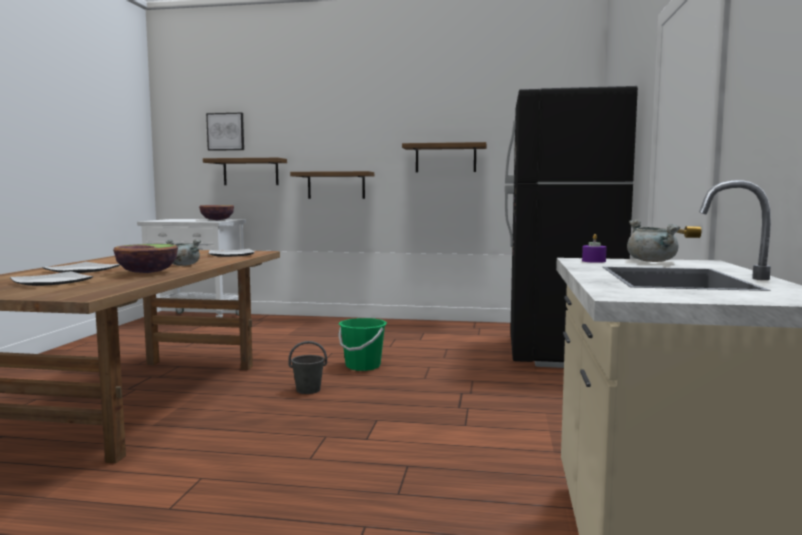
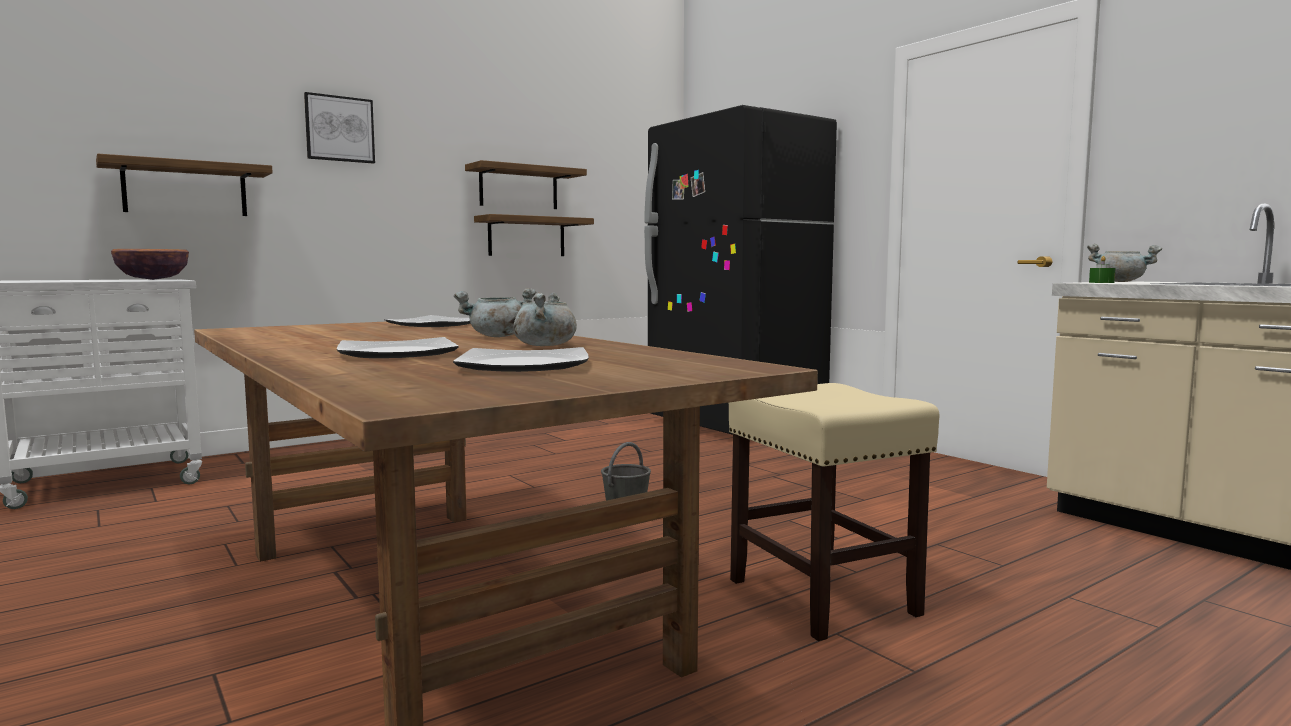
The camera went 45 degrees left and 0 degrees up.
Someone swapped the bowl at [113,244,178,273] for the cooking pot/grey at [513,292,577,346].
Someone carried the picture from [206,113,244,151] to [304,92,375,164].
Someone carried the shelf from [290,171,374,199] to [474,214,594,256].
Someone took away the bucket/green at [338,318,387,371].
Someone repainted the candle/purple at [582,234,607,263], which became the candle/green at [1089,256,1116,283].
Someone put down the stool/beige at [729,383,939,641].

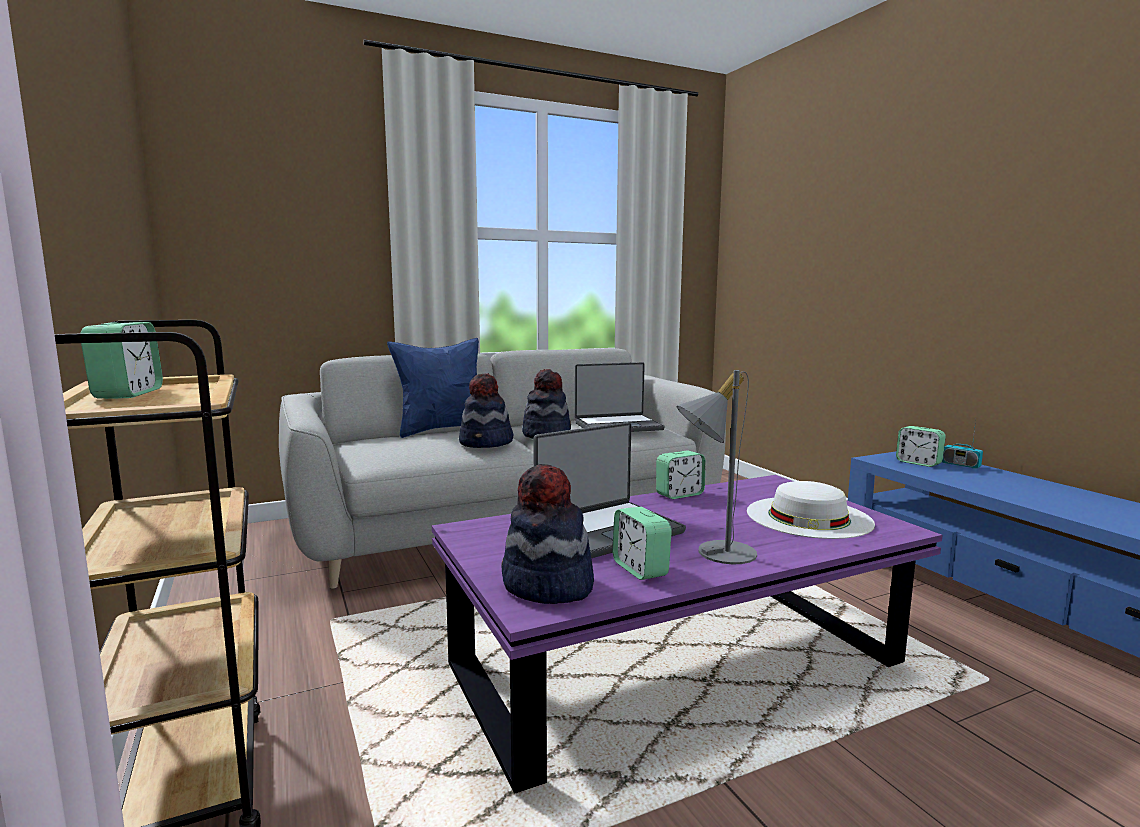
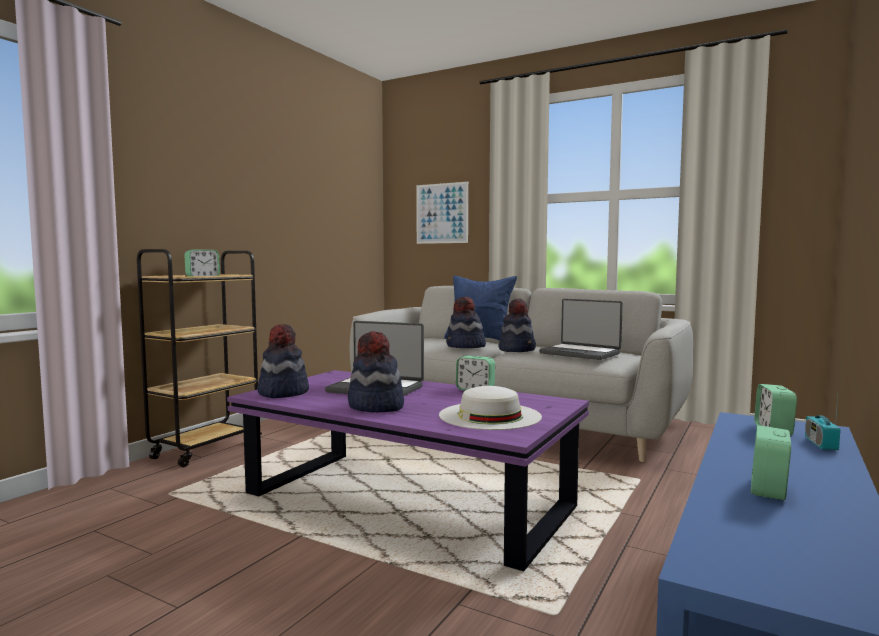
The camera went 55 degrees right and 5 degrees down.
Someone carried the alarm clock from [612,507,672,580] to [751,425,791,500].
Someone swapped the table lamp/grey at [677,370,757,564] for the hat at [348,331,404,412].
Someone put up the picture at [416,182,468,244].

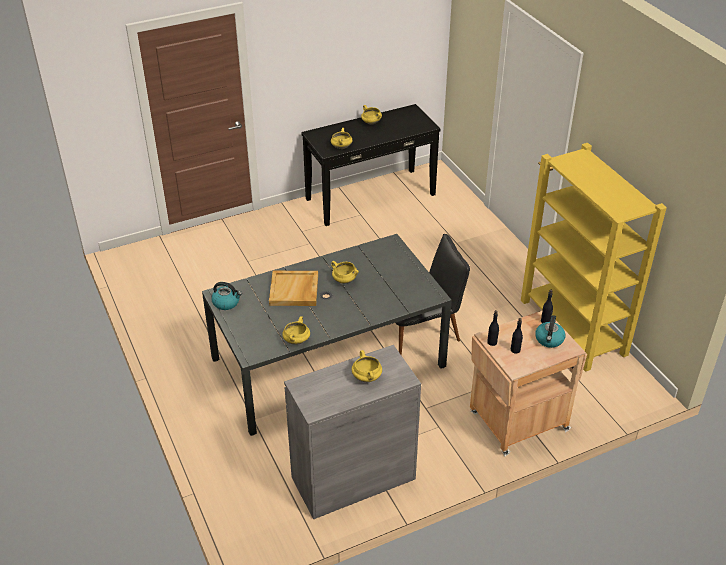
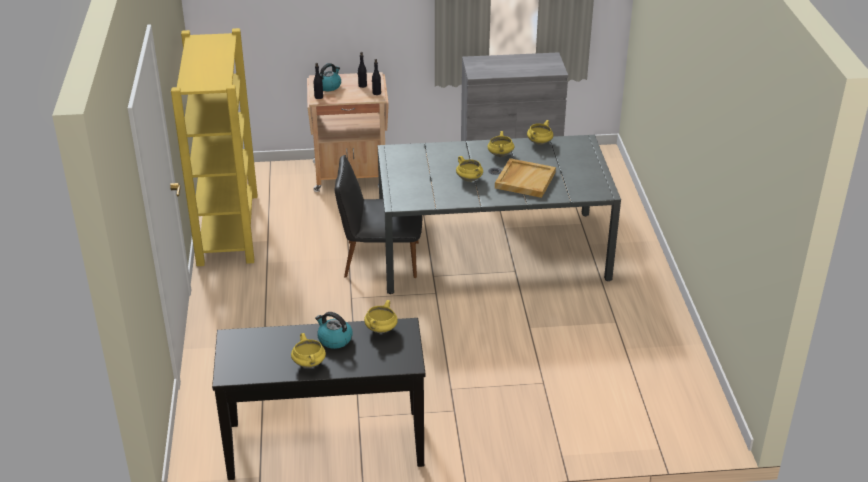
The camera went 160 degrees left and 5 degrees down.
Someone carried the kettle from [211,282,242,310] to [315,312,353,349].
Someone carried the cooking pot/yellow from [352,350,382,382] to [488,131,514,157].

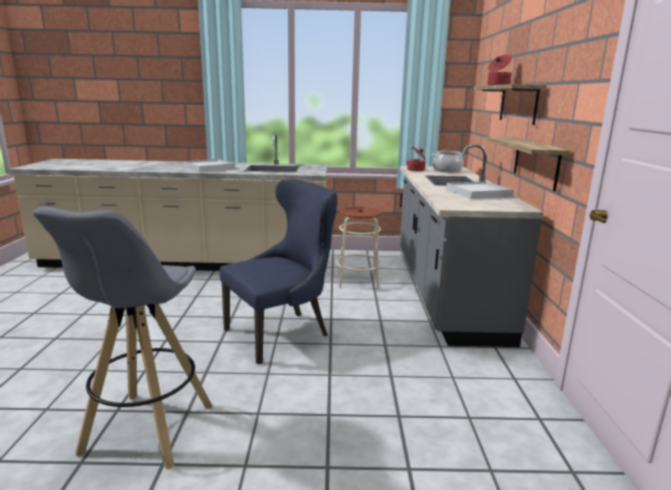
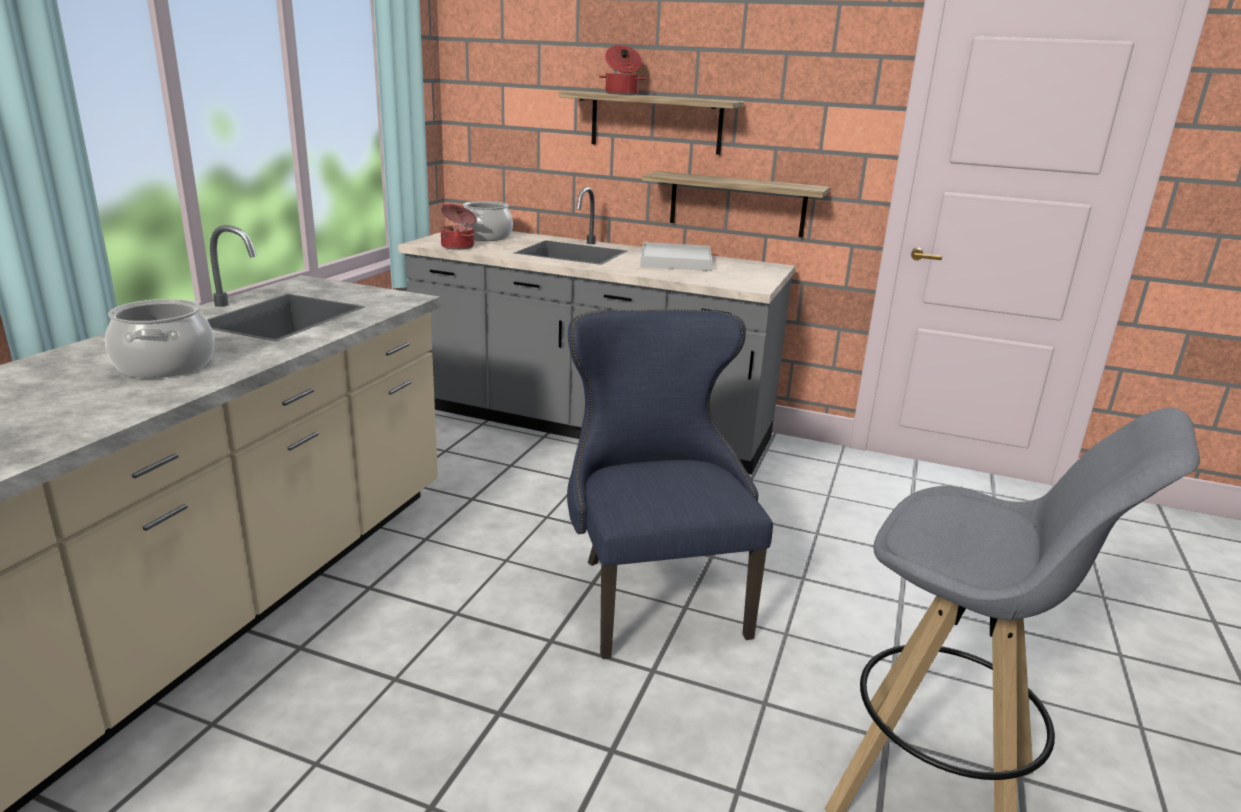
The camera went 70 degrees left and 5 degrees up.
Someone swapped the tray/white at [183,159,235,172] for the cooking pot at [105,299,214,378].
Someone took away the stool/beige at [335,207,382,289].

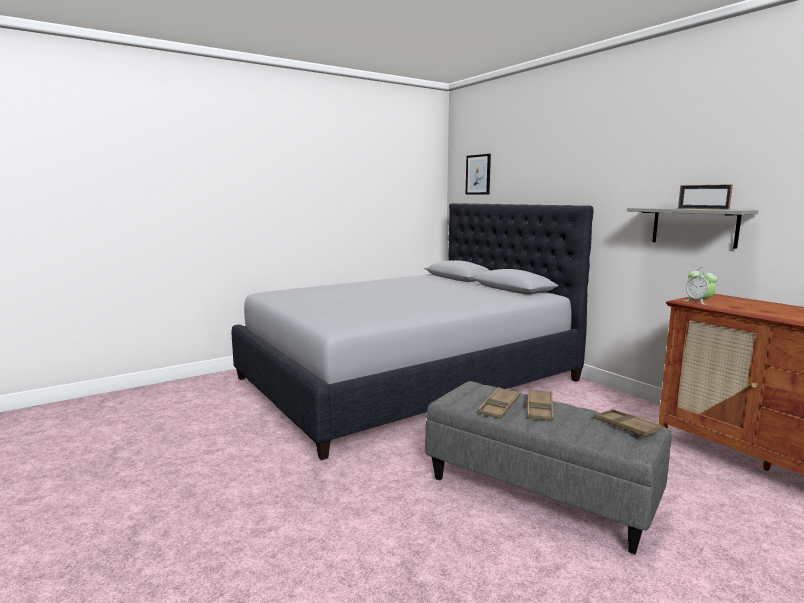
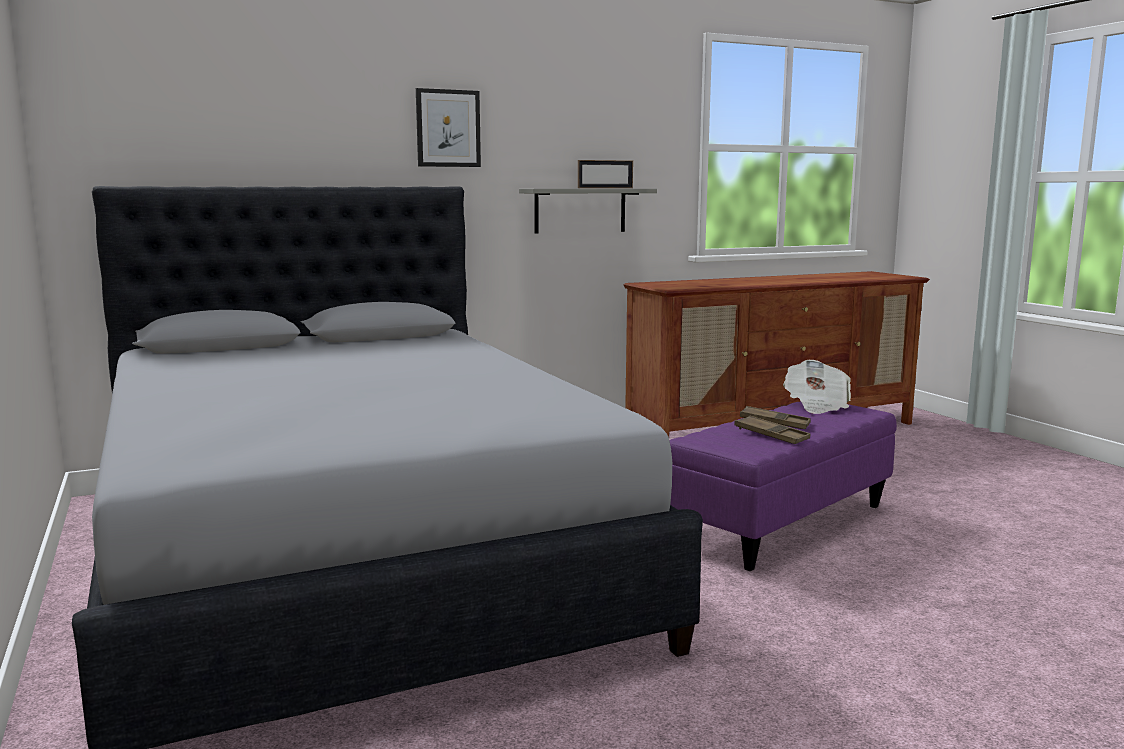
The camera went 80 degrees left and 0 degrees up.
Someone repainted the ottoman/grey at [425,381,672,554], which became the ottoman/purple at [669,401,897,571].
Someone carried the picture from [466,154,491,195] to [416,88,481,167].
Someone swapped the tray/brown at [595,409,663,437] for the newspaper at [783,360,851,414].
Someone took away the alarm clock at [684,267,717,305].

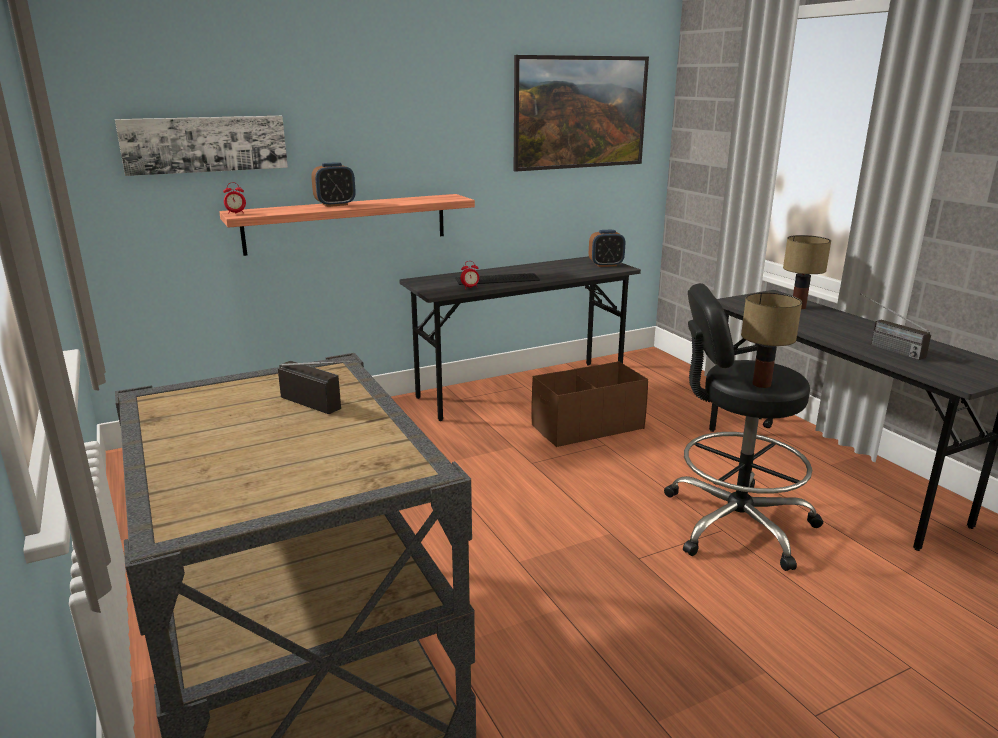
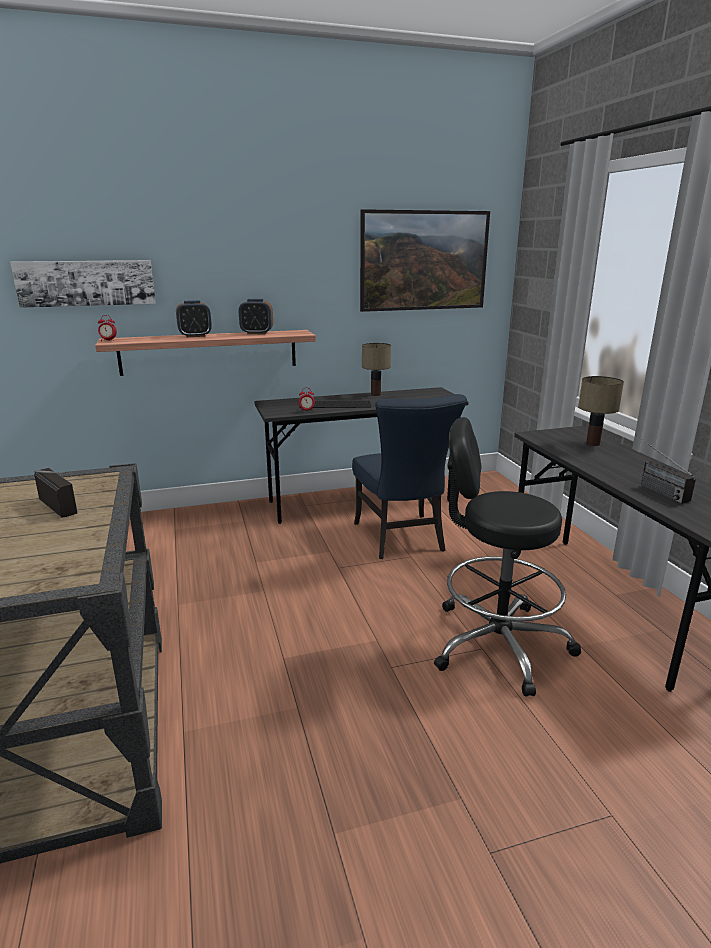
The camera went 10 degrees right and 0 degrees up.
Someone swapped the storage box/brown at [531,361,648,447] for the chair/blue at [352,394,467,559].
Someone carried the alarm clock from [589,230,625,267] to [239,299,273,334].
Someone carried the table lamp from [741,292,802,388] to [362,343,391,396].

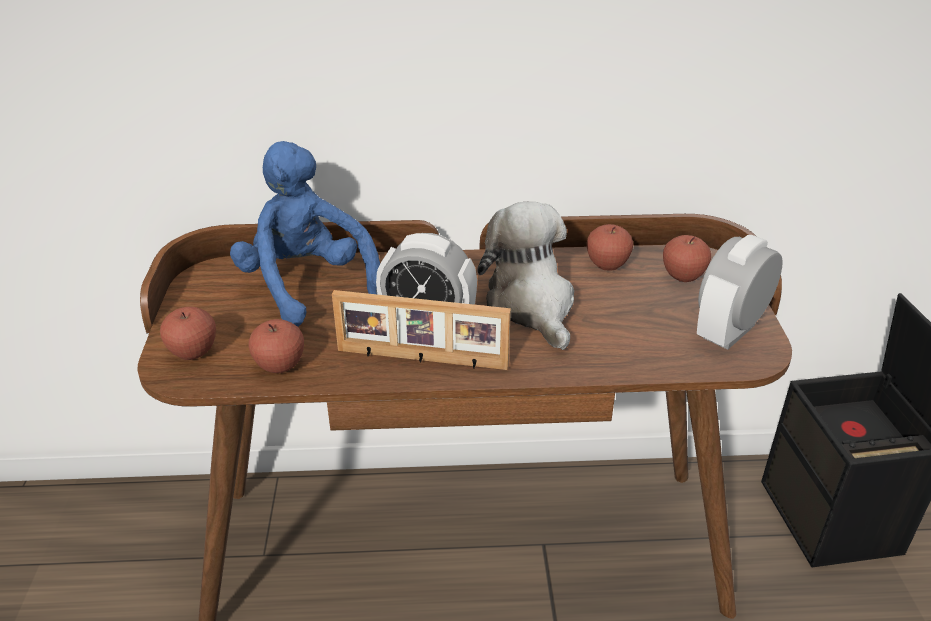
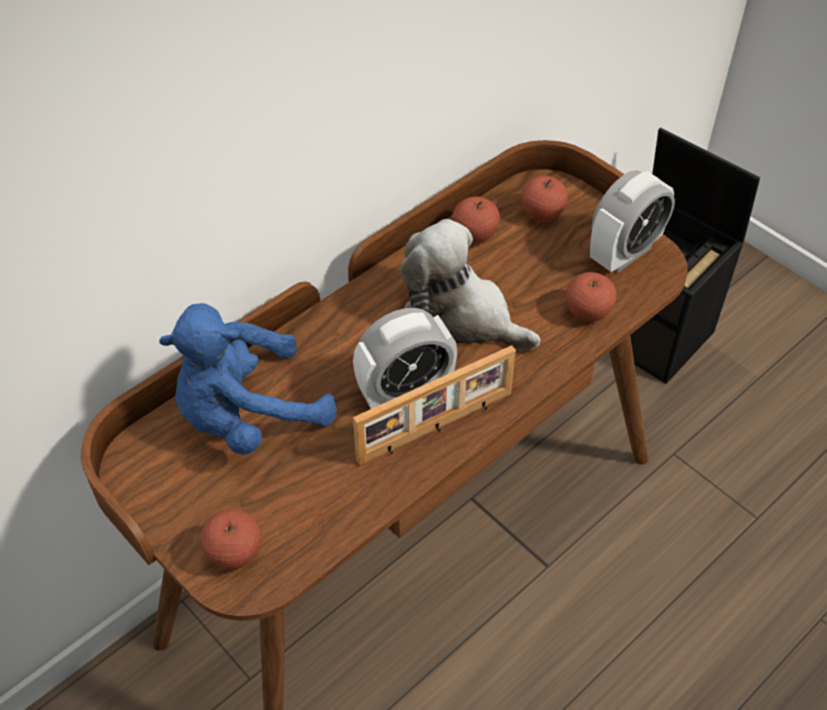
The camera went 40 degrees left and 15 degrees up.
Someone rotated the plush toy/blue at [230,141,380,327] by 45 degrees counterclockwise.
Someone carried the apple from [249,319,304,373] to [566,272,617,322].
Someone rotated the alarm clock at [697,235,783,350] by 135 degrees counterclockwise.

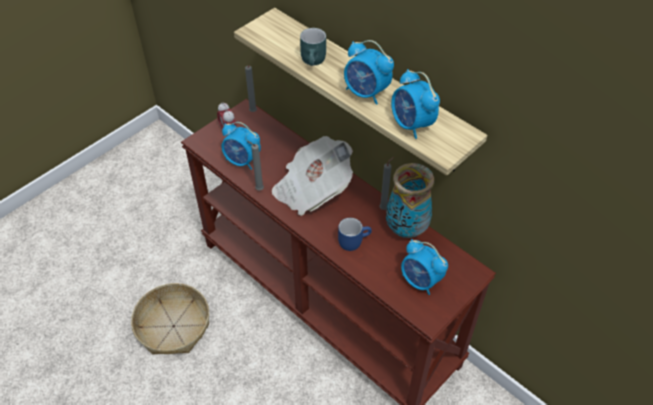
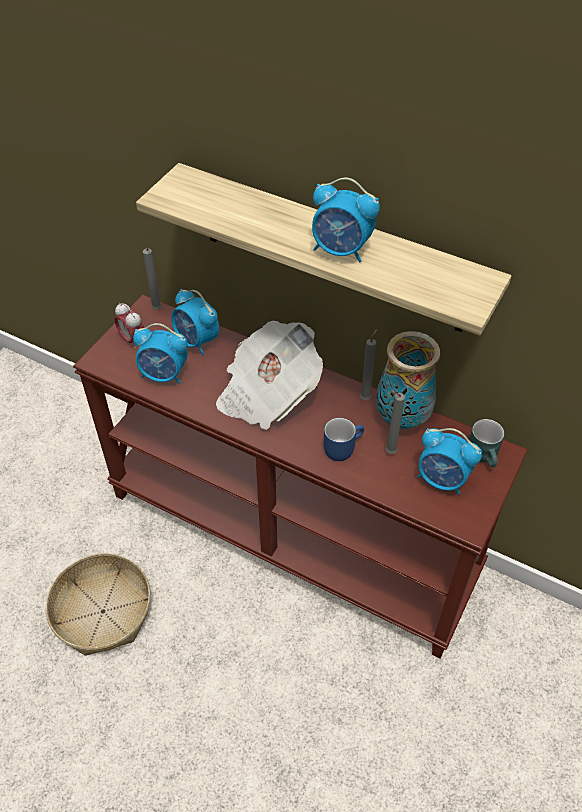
The camera went 15 degrees left and 0 degrees up.
Someone carried the candle/grey from [248,141,264,190] to [385,391,405,454].
Someone carried the mug/turquoise from [300,28,326,66] to [469,419,504,467].
Someone carried the alarm clock from [391,69,440,139] to [171,289,219,355].

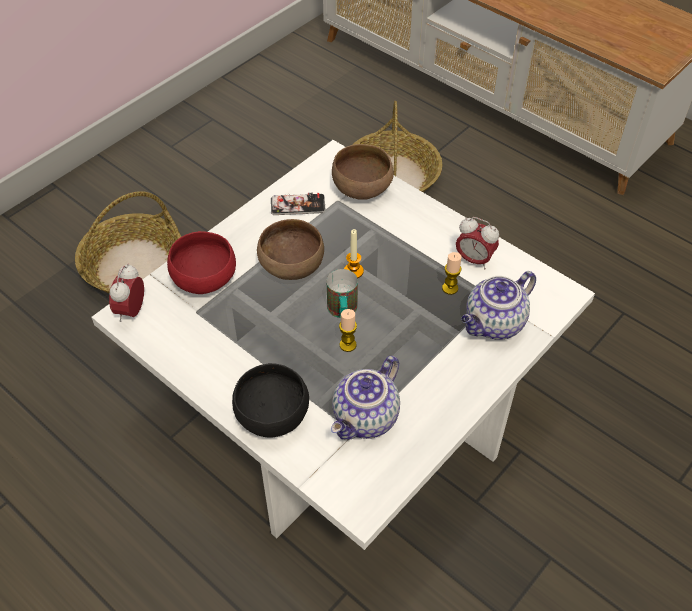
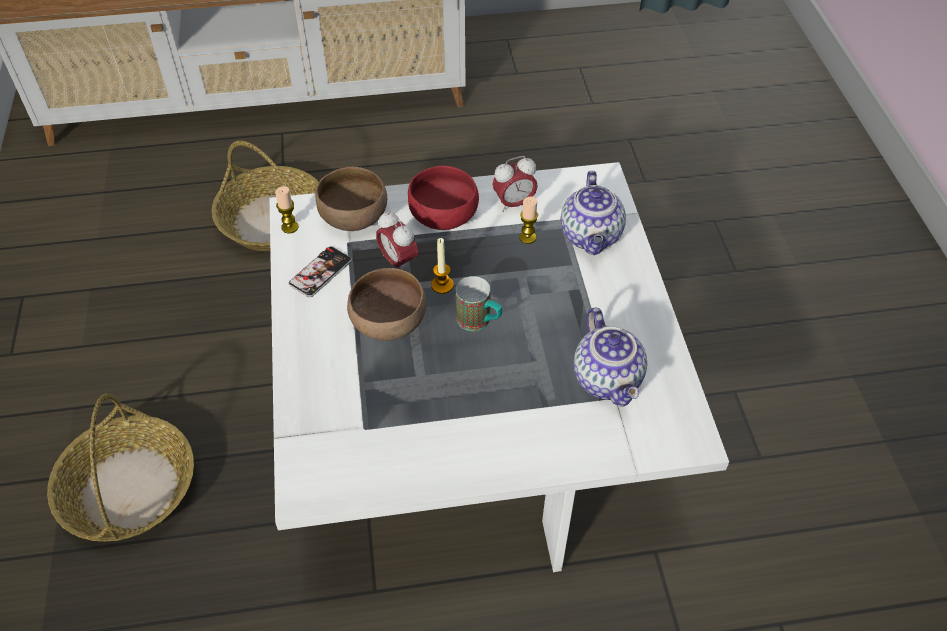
The camera went 50 degrees left and 0 degrees up.
Someone carried the alarm clock from [109,264,144,322] to [376,211,418,270].
Someone carried the bowl/red from [167,231,236,294] to [408,166,479,230].
Someone took away the bowl/black at [232,363,309,437].
Someone carried the candle from [339,309,357,352] to [275,186,299,234].

